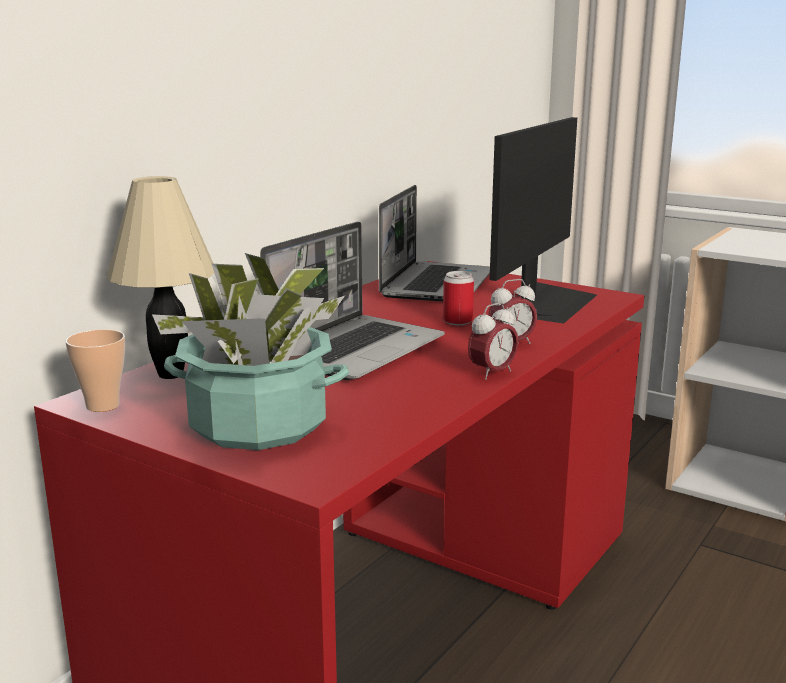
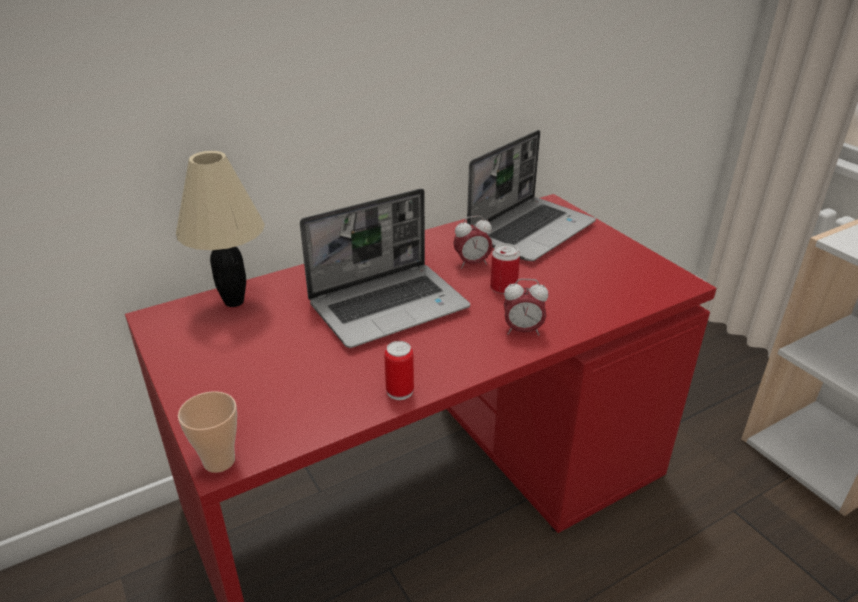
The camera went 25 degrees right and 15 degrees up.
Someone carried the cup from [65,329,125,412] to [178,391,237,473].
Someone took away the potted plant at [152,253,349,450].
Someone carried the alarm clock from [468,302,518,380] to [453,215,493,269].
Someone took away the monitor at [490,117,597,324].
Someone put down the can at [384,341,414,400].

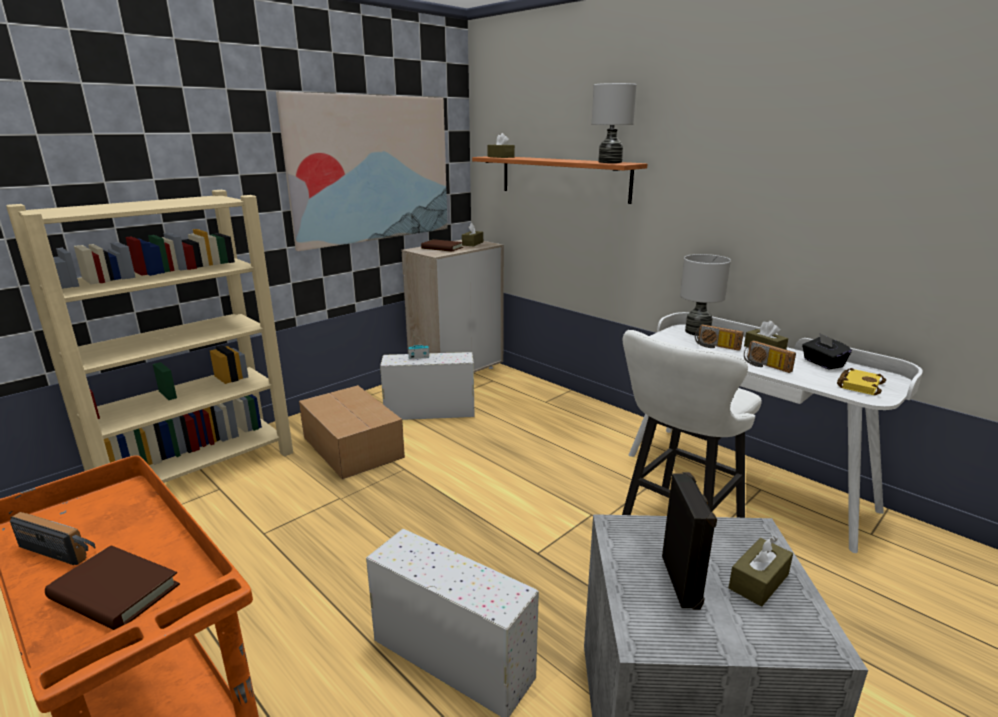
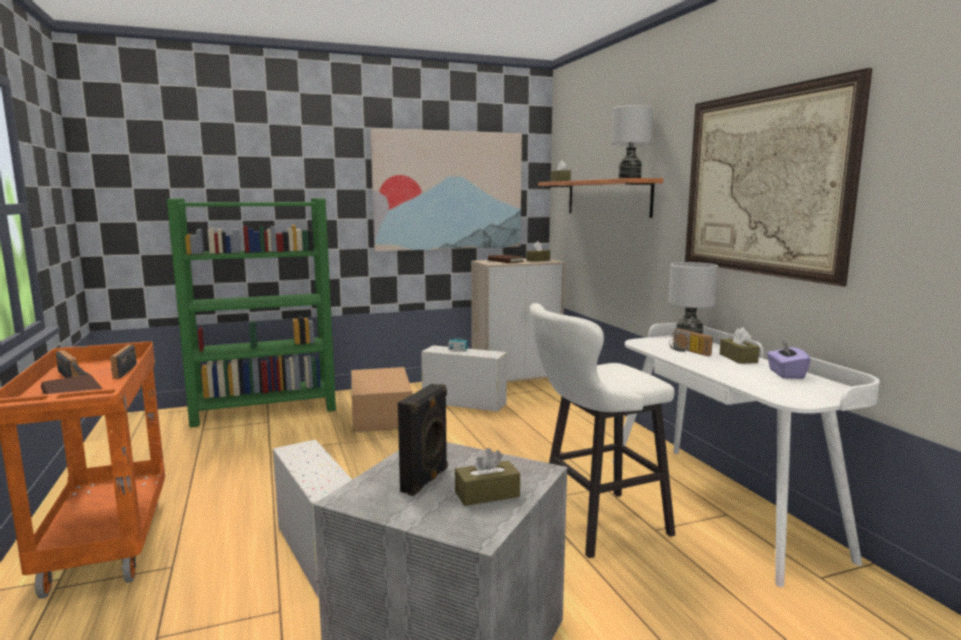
The camera went 25 degrees right and 10 degrees down.
Someone repainted the bookcase/beige at [6,190,293,483], which became the bookcase/green at [167,198,336,428].
Someone carried the radio from [744,340,796,373] to [110,345,137,379].
Someone repainted the tissue box/black at [802,333,852,370], which became the tissue box/purple at [767,341,811,379].
Someone took away the book/yellow at [837,368,886,395].
Someone put up the picture at [685,68,873,287].

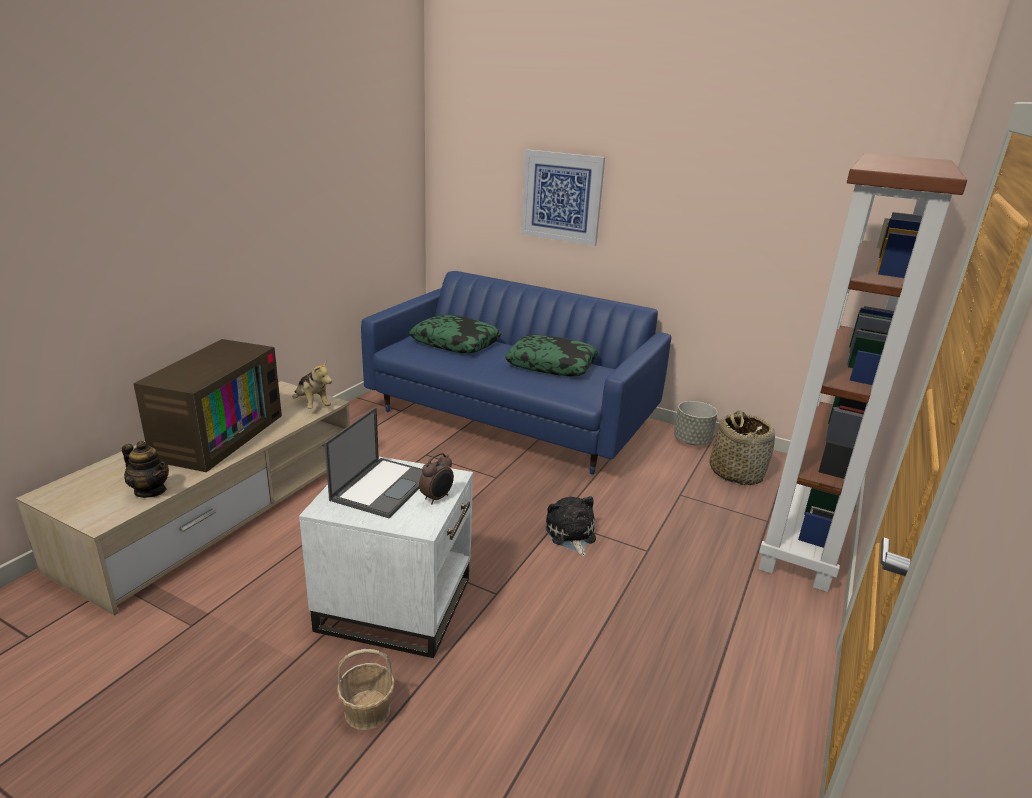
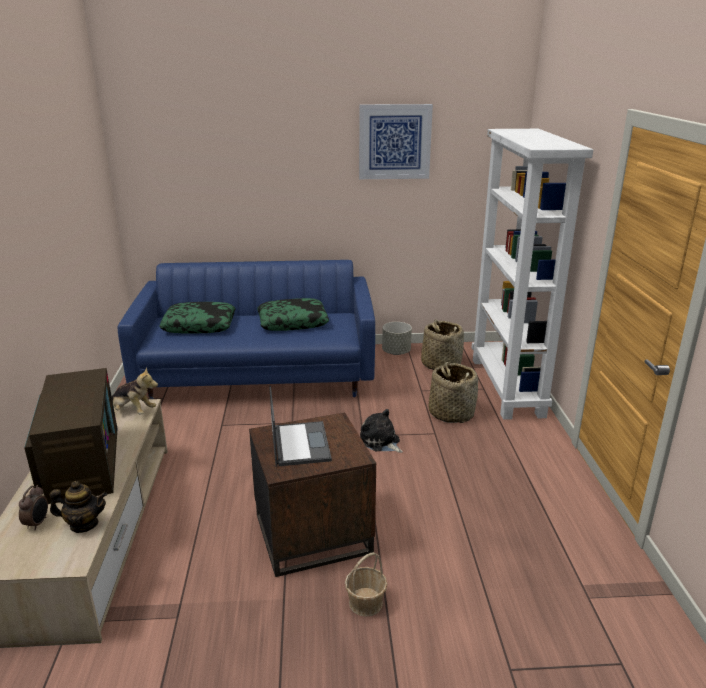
The camera went 30 degrees left and 0 degrees up.
Someone repainted the side table/white at [299,457,473,658], which became the side table/brown at [249,412,376,577].
Someone carried the alarm clock from [419,453,454,504] to [19,485,48,530].
Someone carried the picture from [521,149,605,246] to [359,104,433,179].
Someone repainted the bookcase/brown at [759,153,967,592], which became the bookcase/white at [472,129,593,420].
Someone put down the basket at [429,362,478,423].

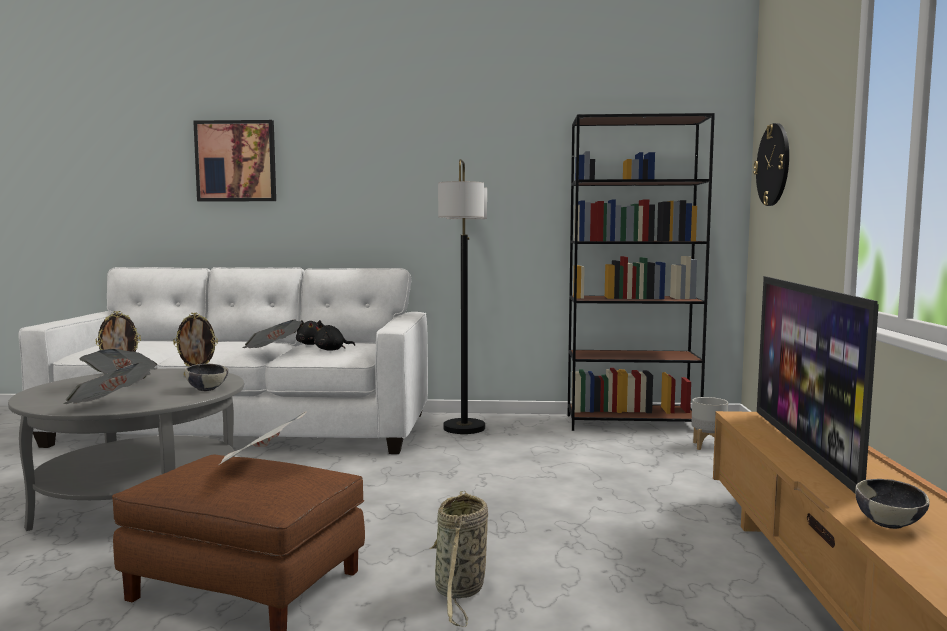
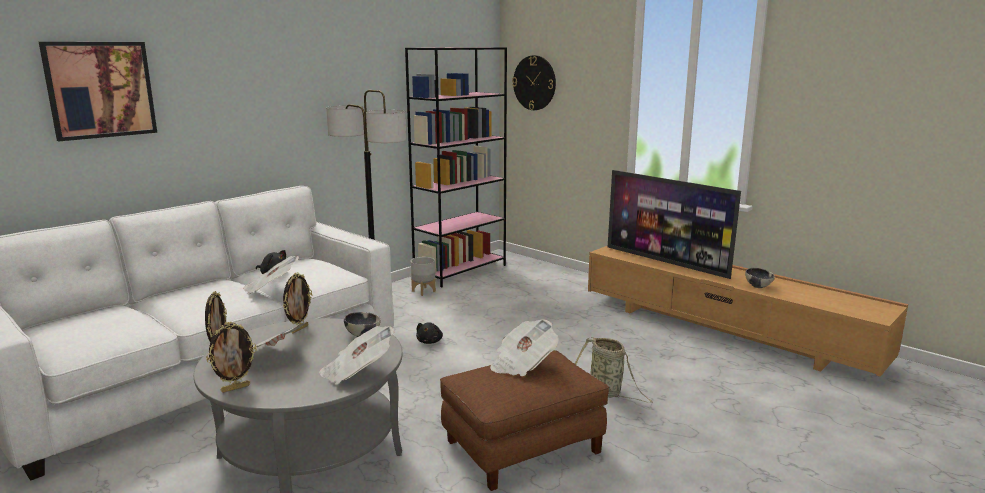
The camera went 50 degrees left and 10 degrees up.
Someone carried the plush toy/black from [314,323,355,350] to [416,322,443,344].
Someone repainted the bookcase/brown at [568,113,715,431], which became the bookcase/pink at [405,47,507,287].
Someone carried the planter/grey from [691,397,728,450] to [411,257,436,296].
Someone put down the picture frame at [206,322,257,393].

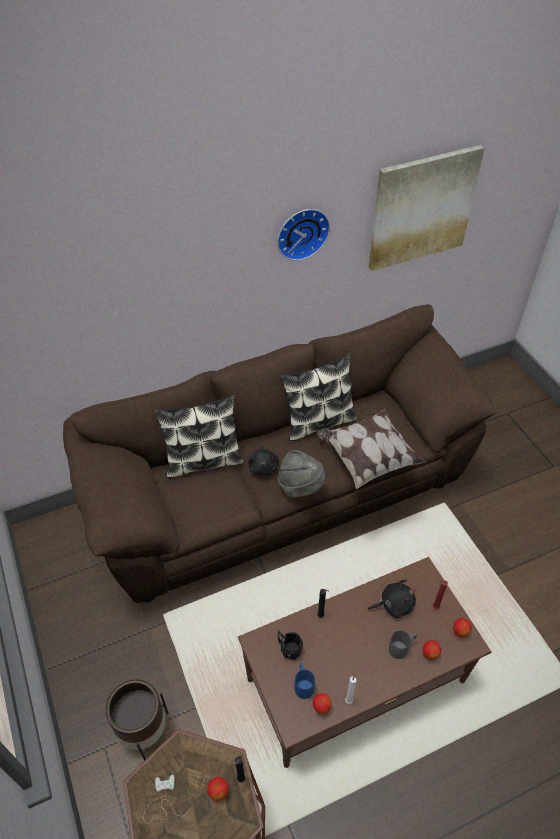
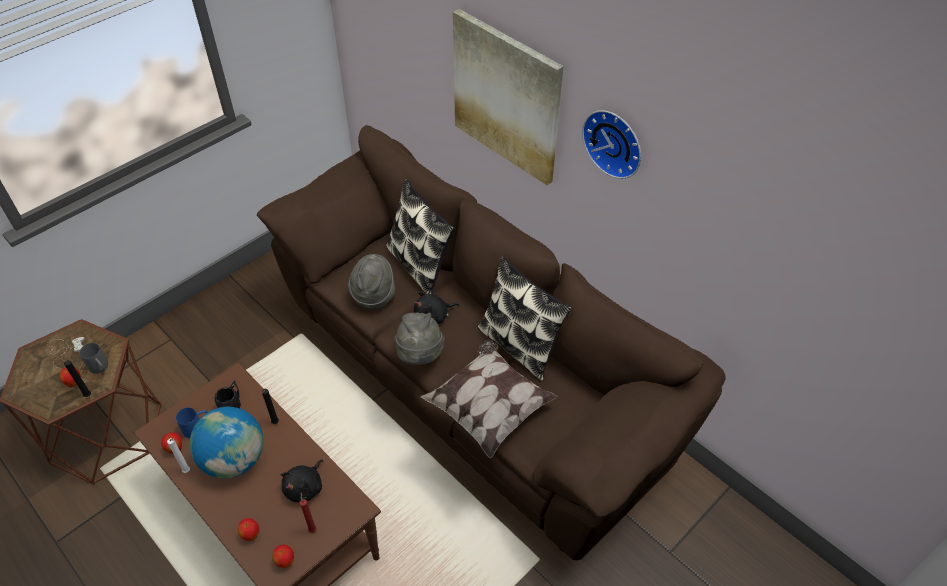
The camera went 70 degrees right and 0 degrees up.
Someone took away the planter/brown at [106,680,169,761].
Someone rotated the plush toy/black at [368,580,416,618] by 60 degrees clockwise.
Someone carried the picture from [369,145,485,271] to [453,9,564,185].
Someone carried the mug/grey from [389,630,417,659] to [79,343,108,374].
Someone put down the globe at [190,407,263,478].
Someone put down the hat/grey at [348,254,395,310].

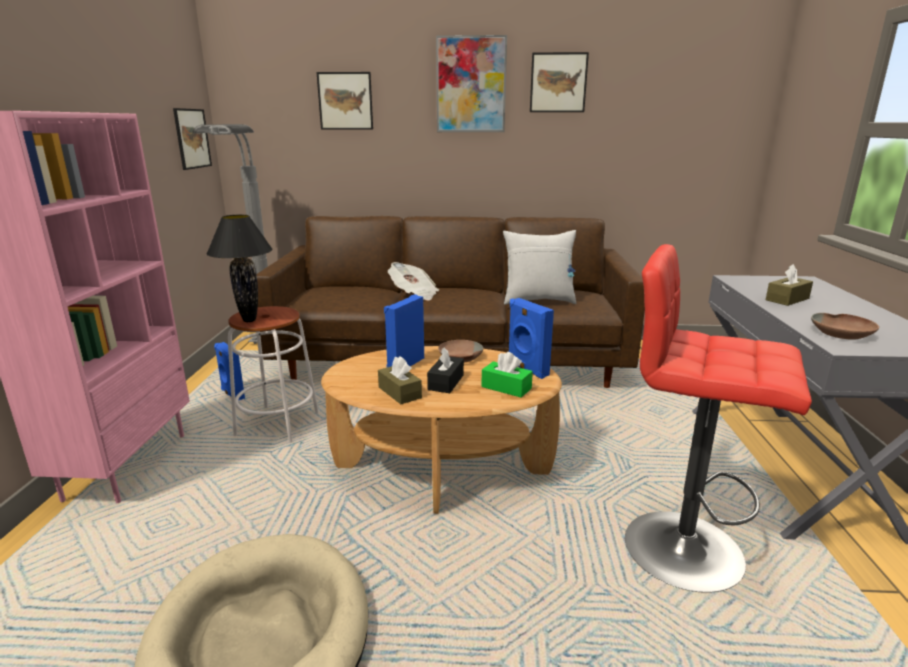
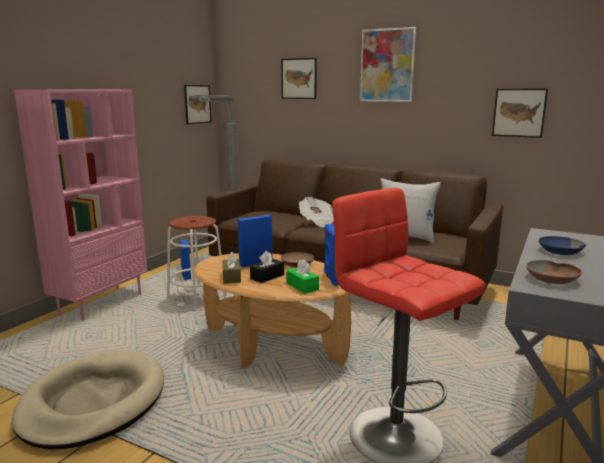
The camera went 25 degrees right and 5 degrees down.
Someone took away the table lamp/black at [207,215,273,322].
Someone carried the picture from [530,52,589,112] to [492,89,548,138].
Someone swapped the tissue box/brown at [766,264,813,306] for the bowl/blue at [539,236,586,255].

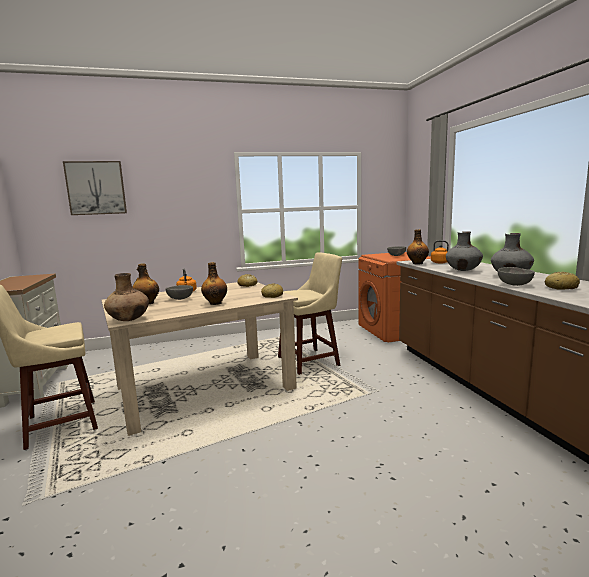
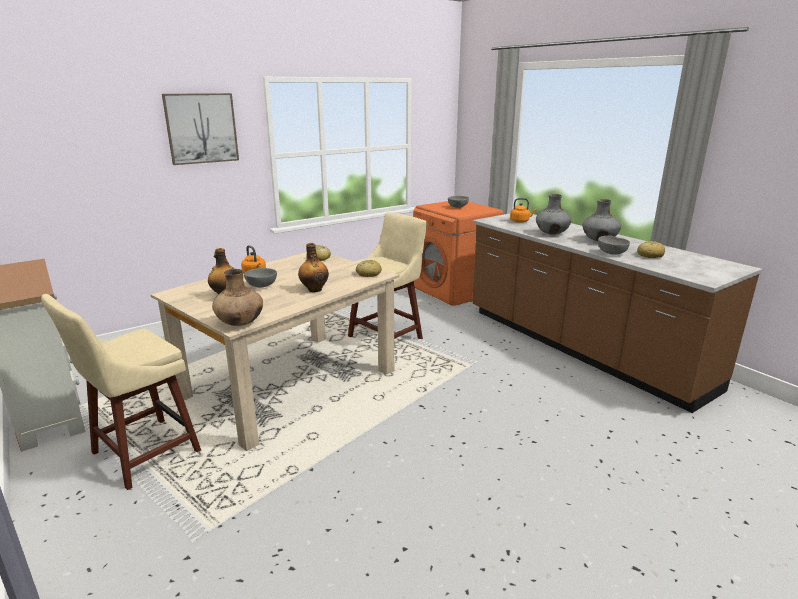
The camera went 20 degrees left and 10 degrees up.
Someone carried the picture from [63,161,127,215] to [162,93,239,165].
Someone took away the bottle at [407,229,429,264].

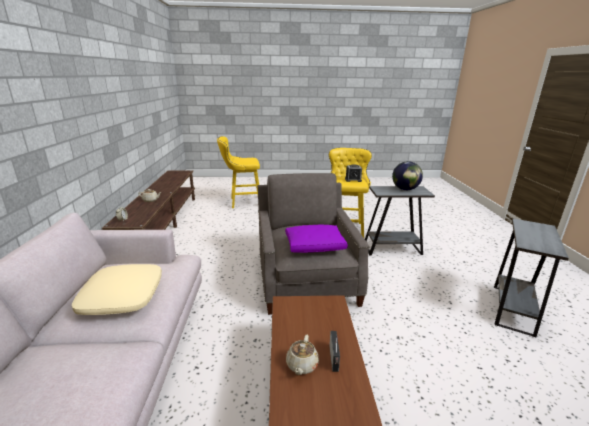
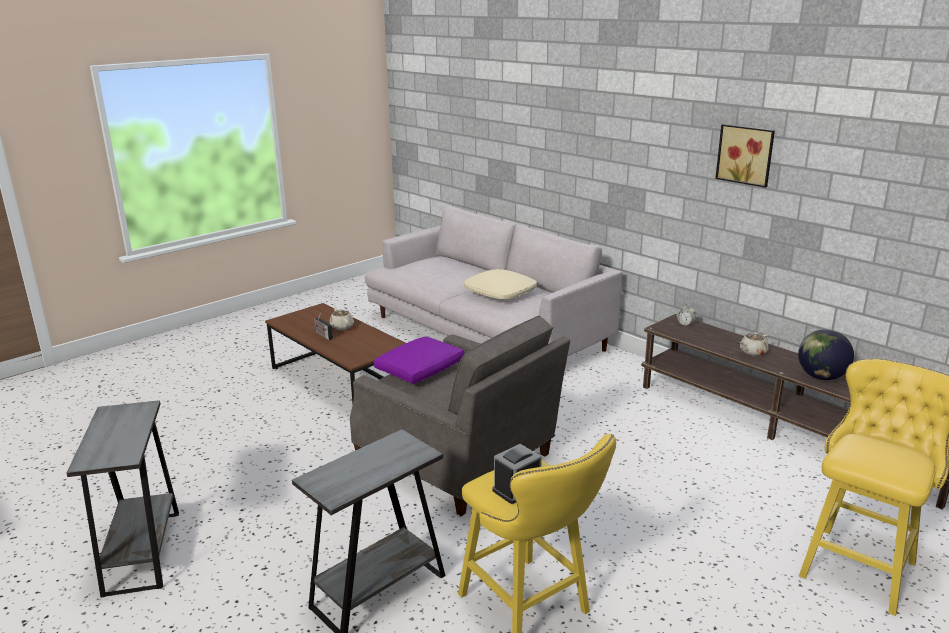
The camera went 140 degrees right and 0 degrees up.
Someone carried the globe from [392,161,423,190] to [798,329,854,380].
Someone put up the picture at [715,124,775,188].

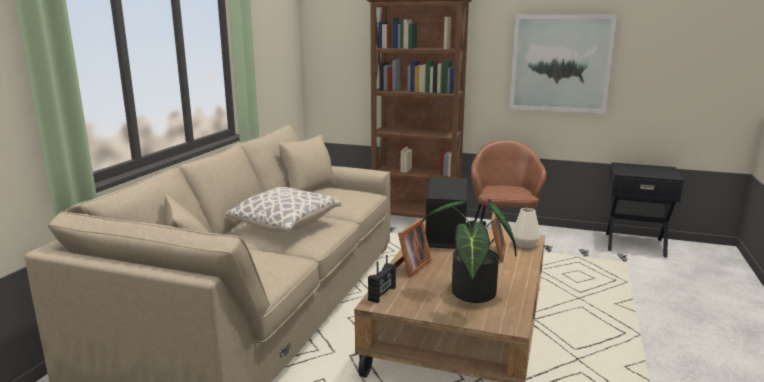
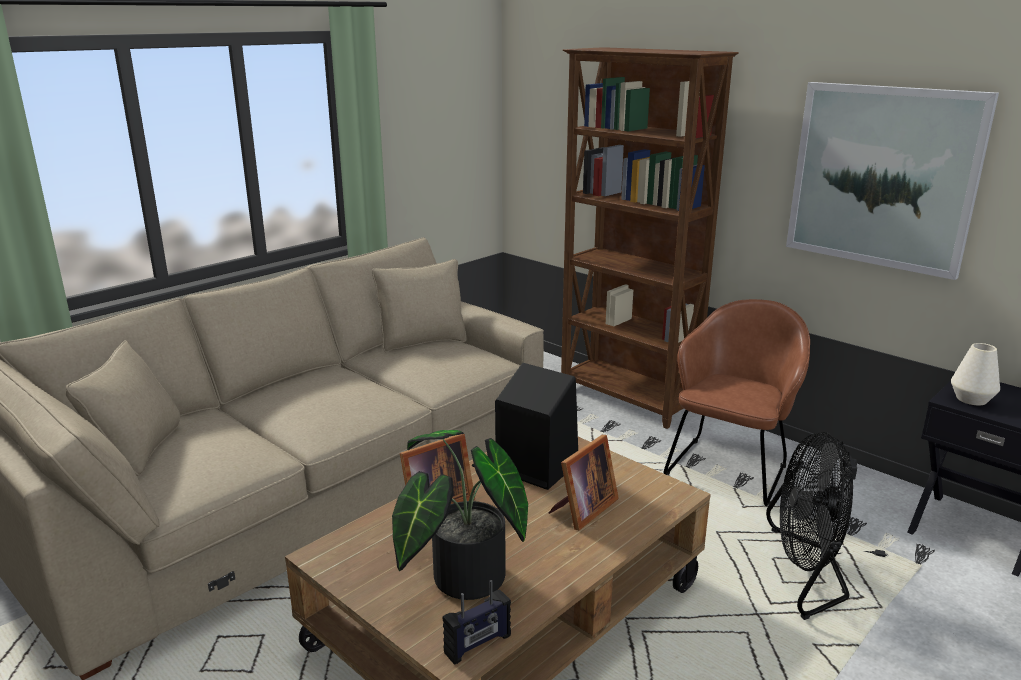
The camera went 25 degrees right and 5 degrees up.
Someone took away the pillow at [226,187,342,232].
Someone carried the radio from [368,255,396,303] to [443,580,511,665].
Someone carried the vase/white from [512,208,541,248] to [951,343,1000,405].
Someone put down the fan/black at [766,432,887,620].

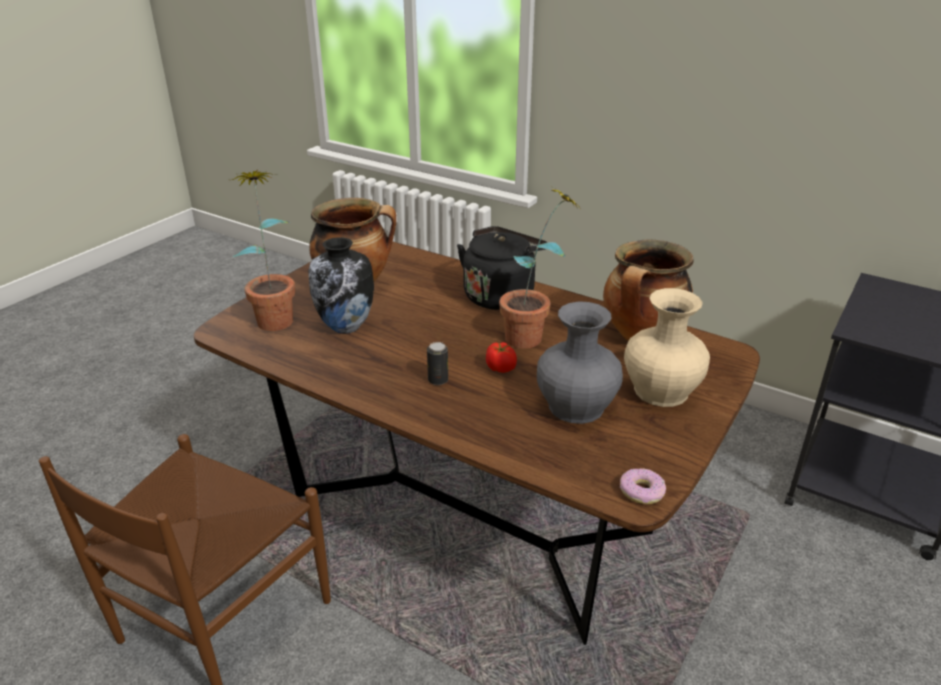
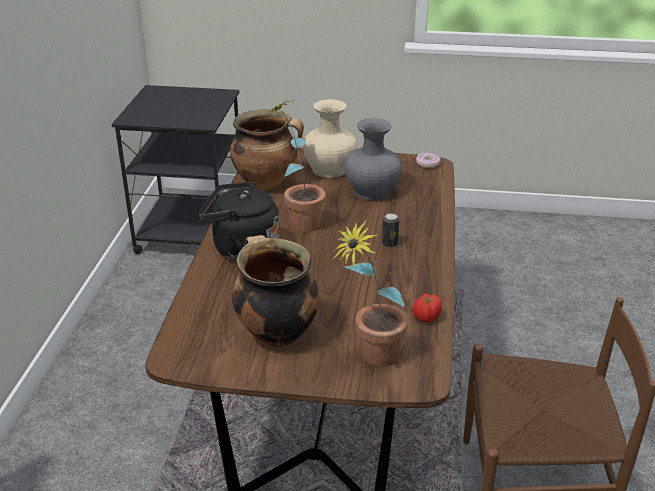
The camera went 115 degrees left and 0 degrees up.
Someone took away the vase at [308,237,374,334].
Someone carried the tomato from [486,342,517,373] to [412,293,442,323].

